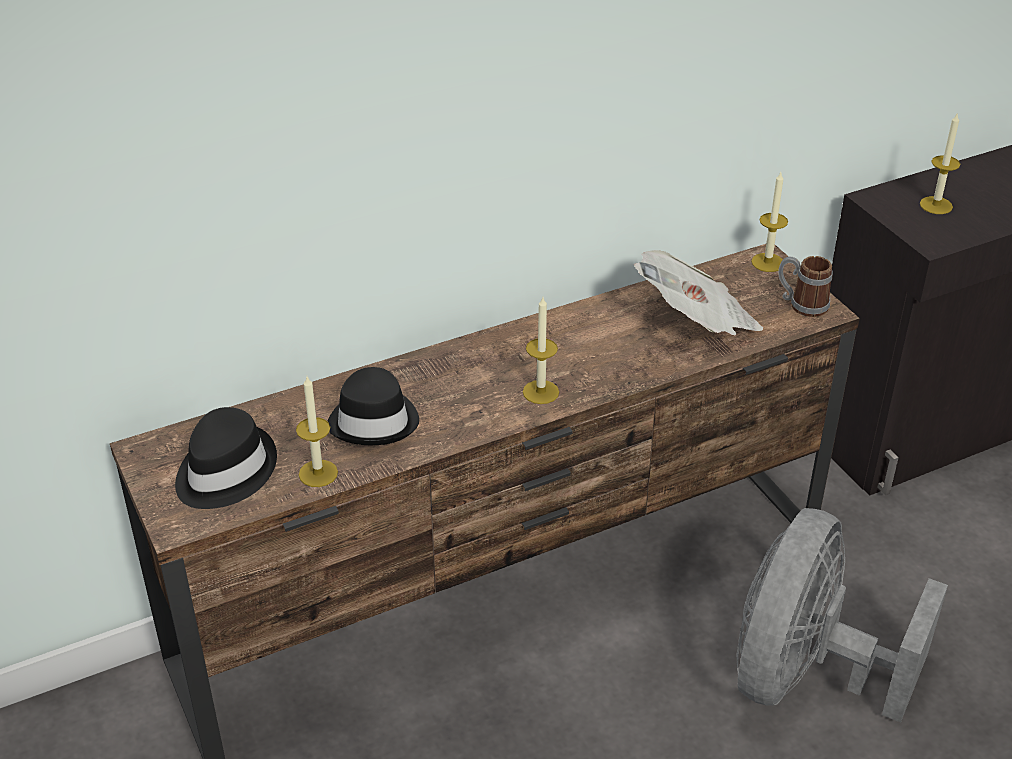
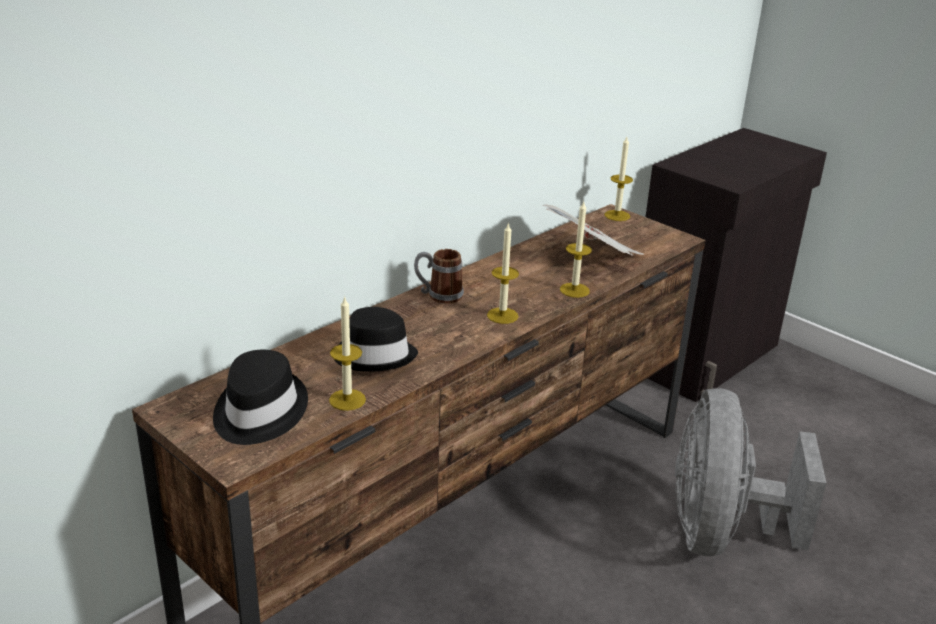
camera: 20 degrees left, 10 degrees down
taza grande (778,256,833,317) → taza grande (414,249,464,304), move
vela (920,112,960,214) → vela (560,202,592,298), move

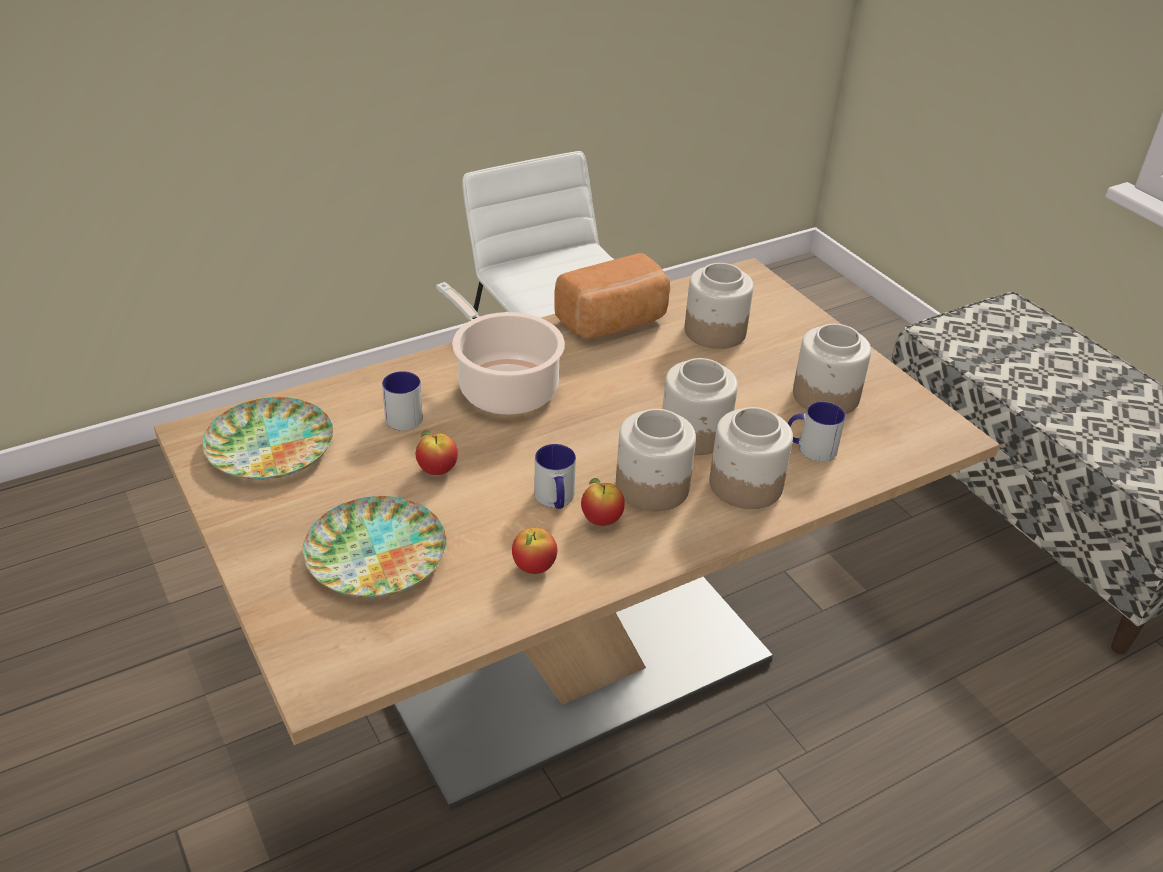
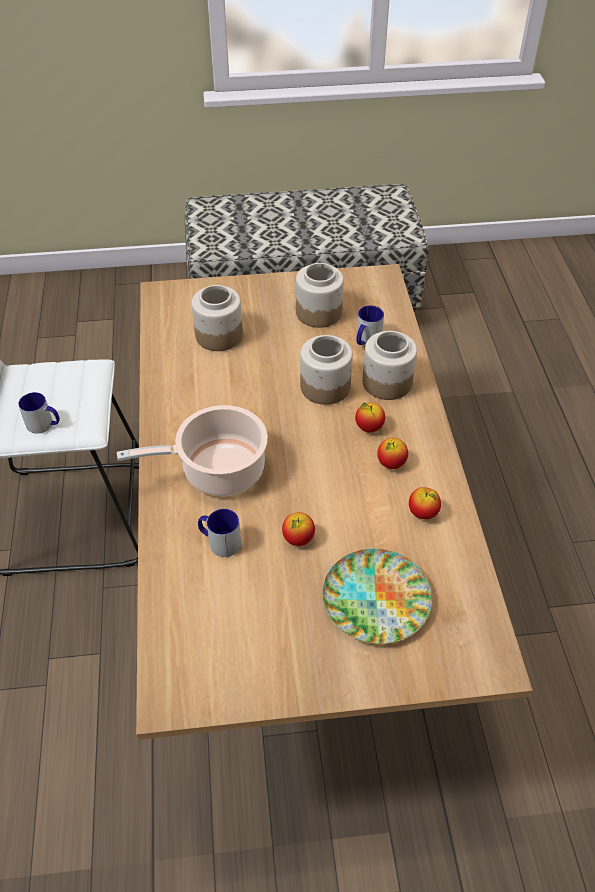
camera: 65 degrees left, 10 degrees up
plato (202,397,333,480) → -
taza grande (534,444,576,509) → taza grande (18,392,60,434), move
pan (554,253,670,339) → -
tarro (616,409,696,511) → manzana (355,402,385,432)

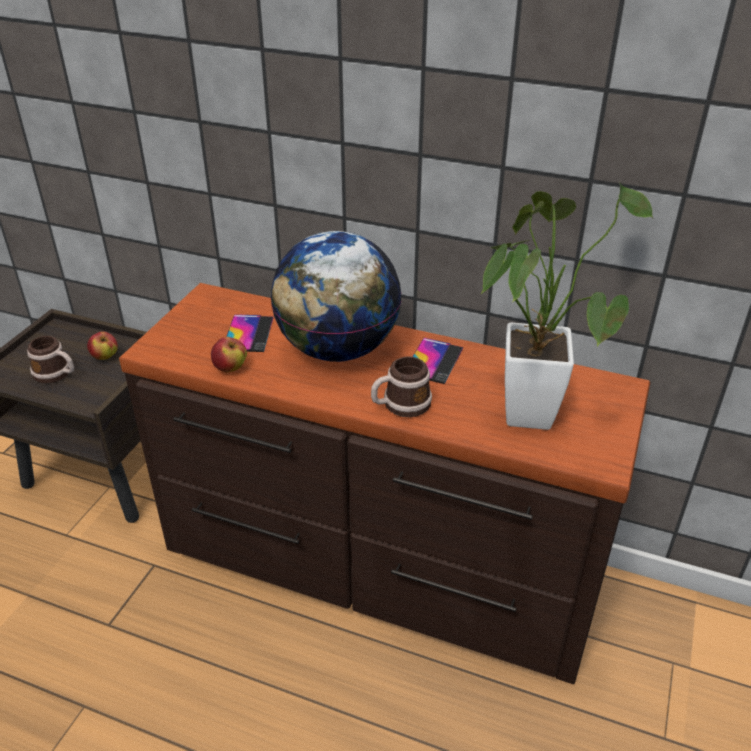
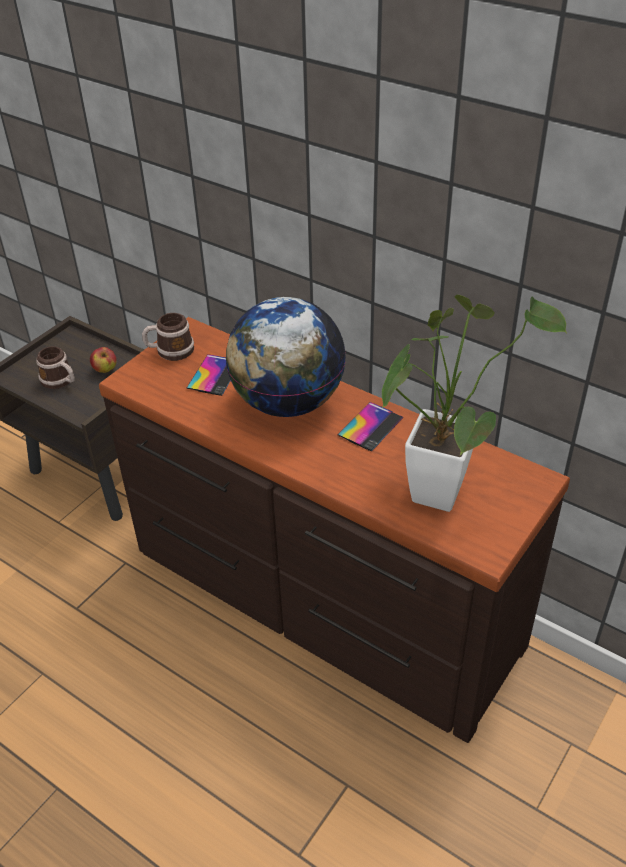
camera: 15 degrees right, 5 degrees up
manzana (211,337,247,372) → -
taza grande (371,356,432,417) → taza grande (142,313,194,361), move

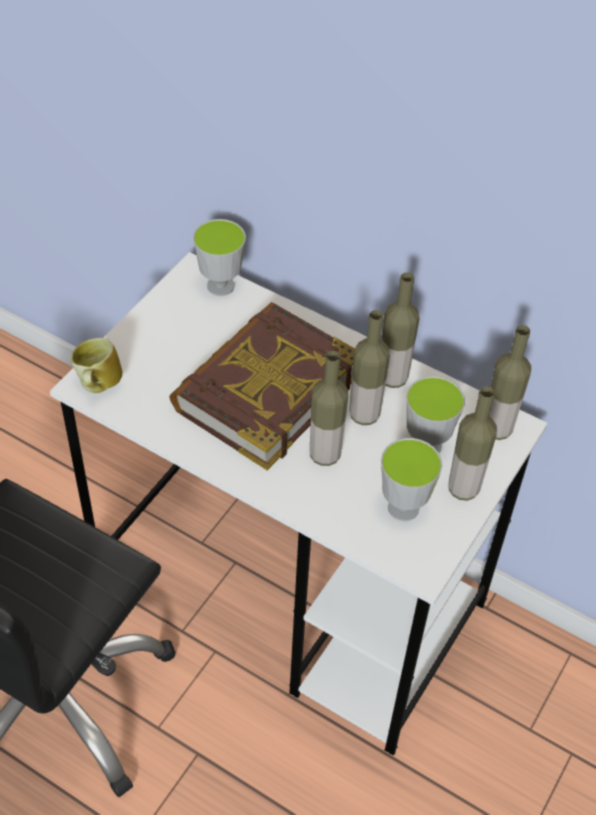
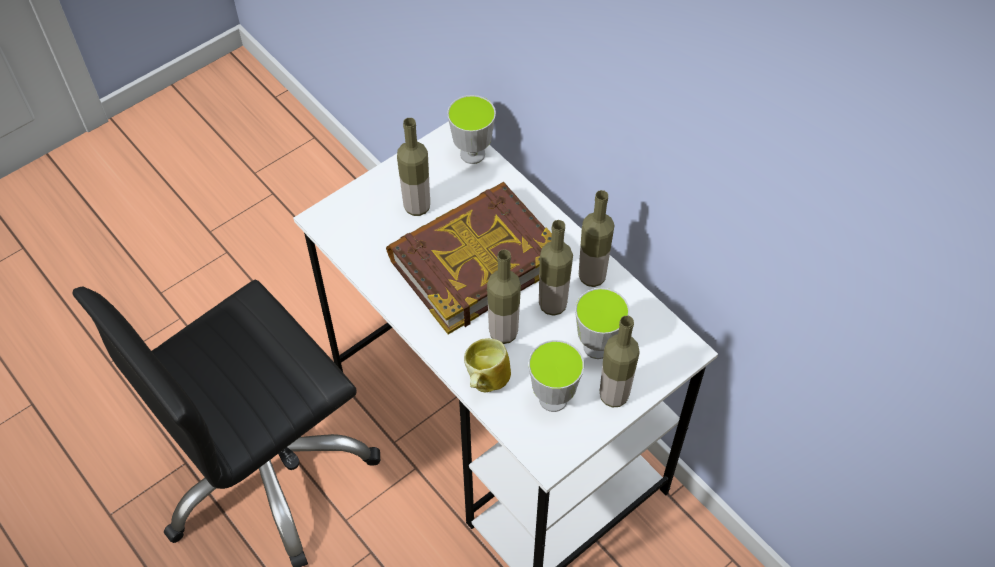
camera: 20 degrees right, 5 degrees up
taza grande (71,338,122,393) → taza grande (464,338,511,392), move
botella (489,325,531,440) → botella (397,118,430,216), move

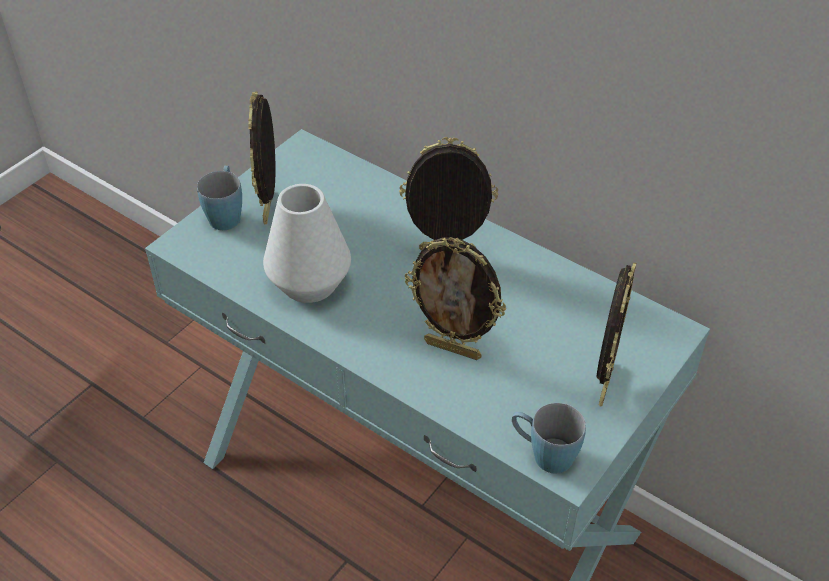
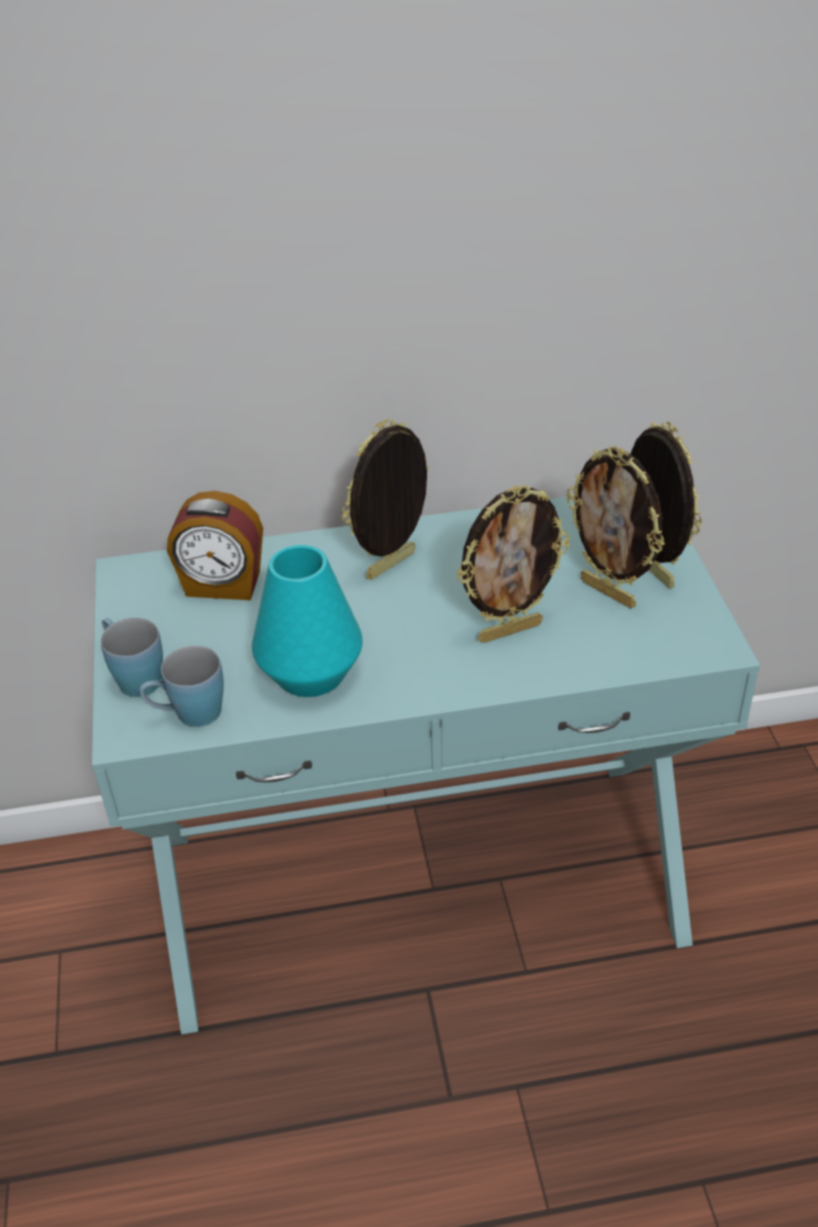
camera: 45 degrees left, 5 degrees down
portarretratos (248,92,276,224) → portarretratos (567,446,665,608), move
florero (blanco) (263,184,351,303) → florero (turquesa) (252,545,363,697)
taza grande (azul) (512,403,586,473) → taza grande (azul) (139,645,224,727), move
- → despertador (167,491,263,600)

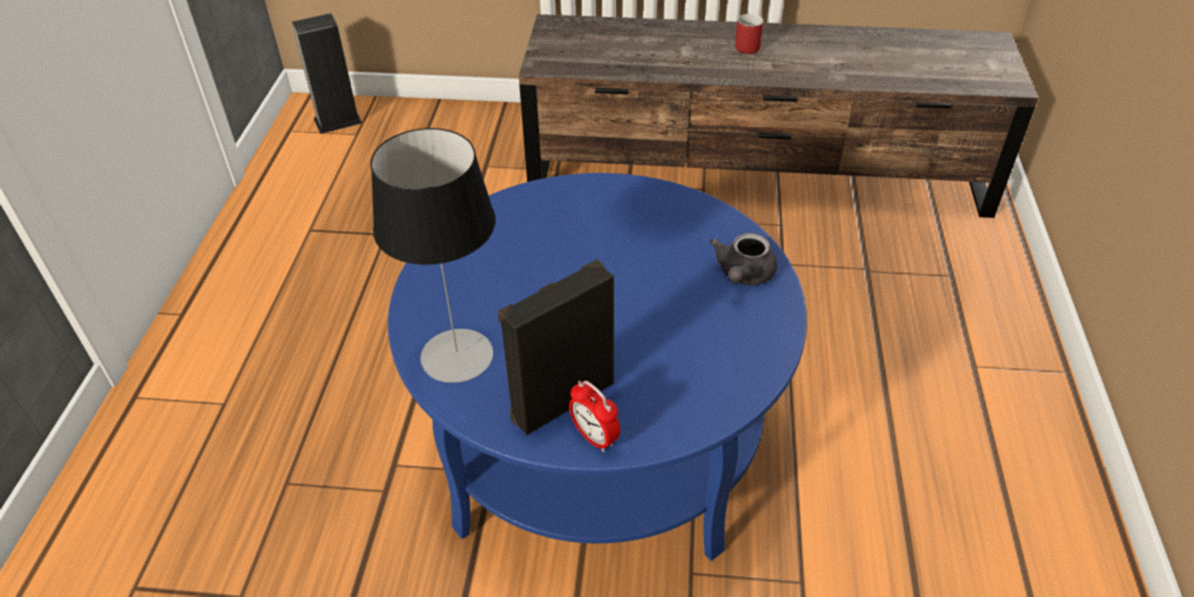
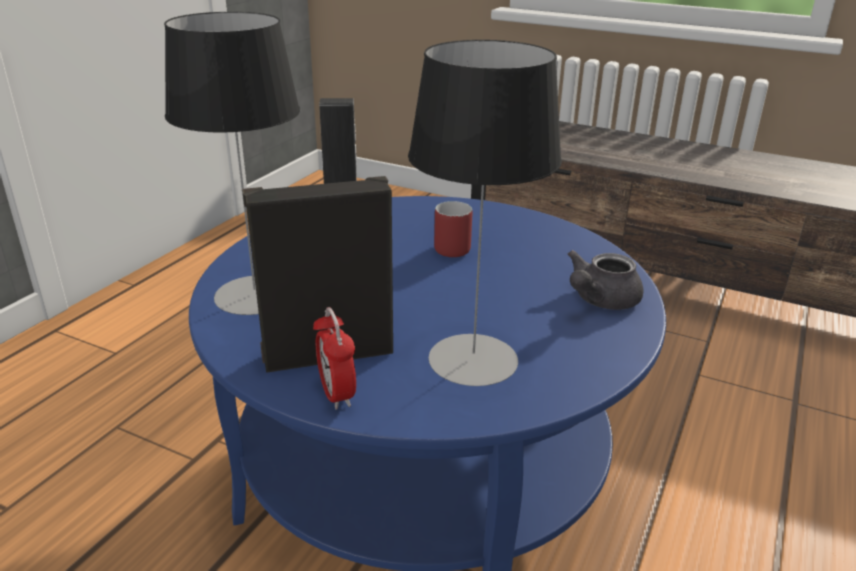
camera: 20 degrees right, 15 degrees down
taza grande (rojo) (735,14,763,54) → taza grande (rojo) (434,201,472,257), move
- → lámpara de mesa (408,40,562,386)

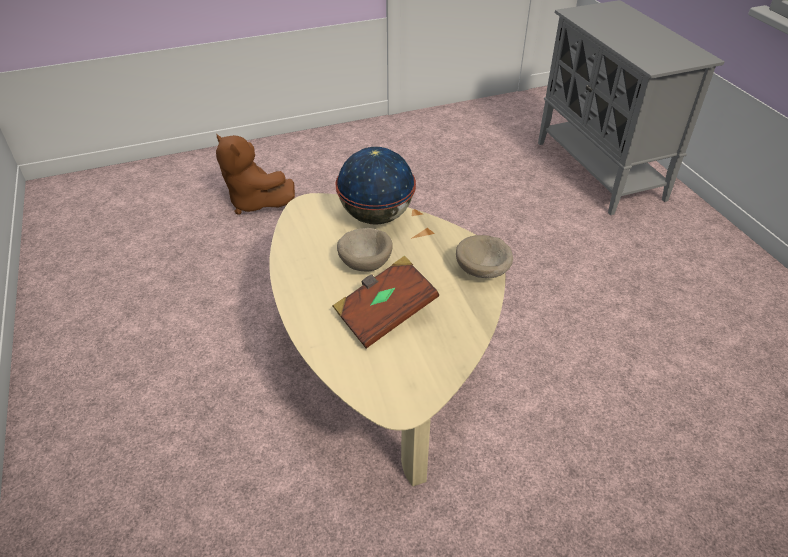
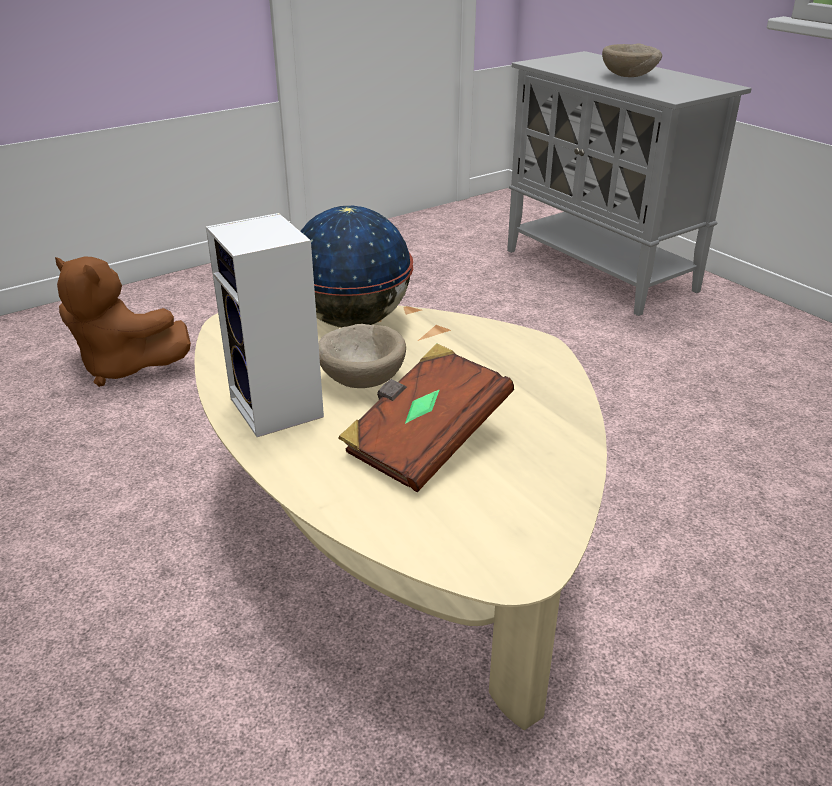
camera: 15 degrees left, 10 degrees down
cuenco (beis) (456,235,513,278) → cuenco (beis) (602,44,662,77), move
- → altavoz (206,213,324,437)

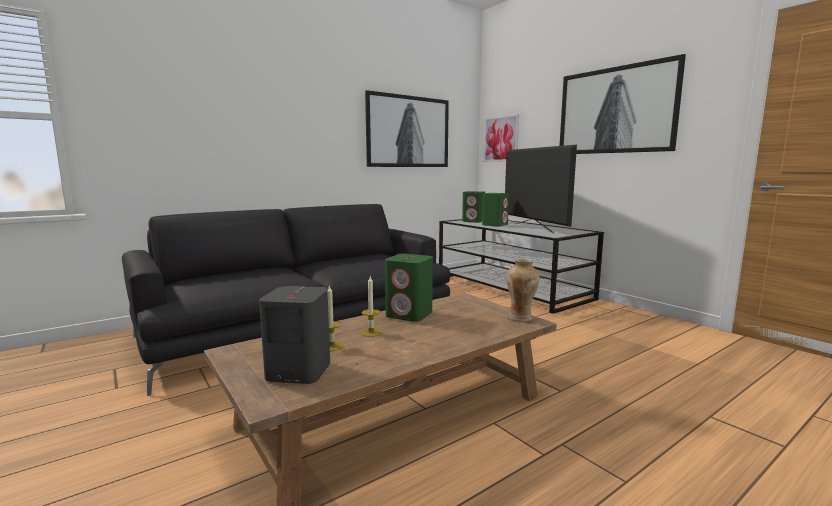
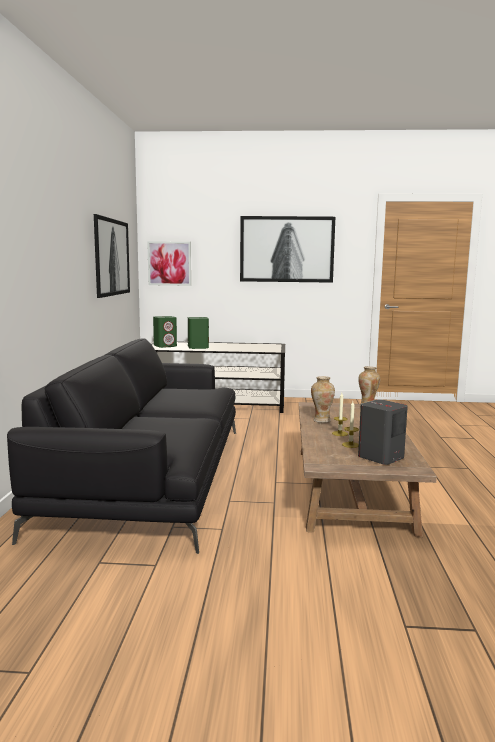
camera: 50 degrees left, 0 degrees up
altavoz (verde) (385,254,433,322) → florero (311,376,335,423)
televisor (505,145,577,234) → -

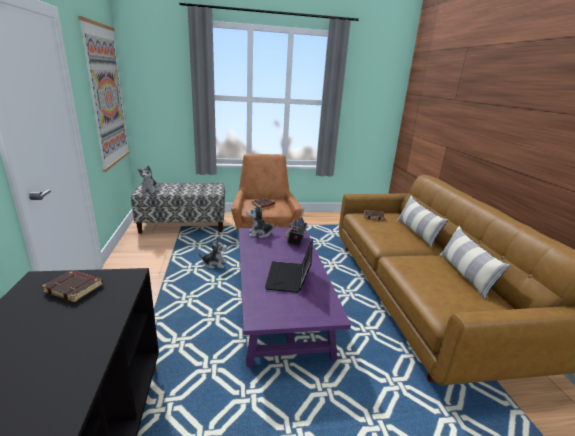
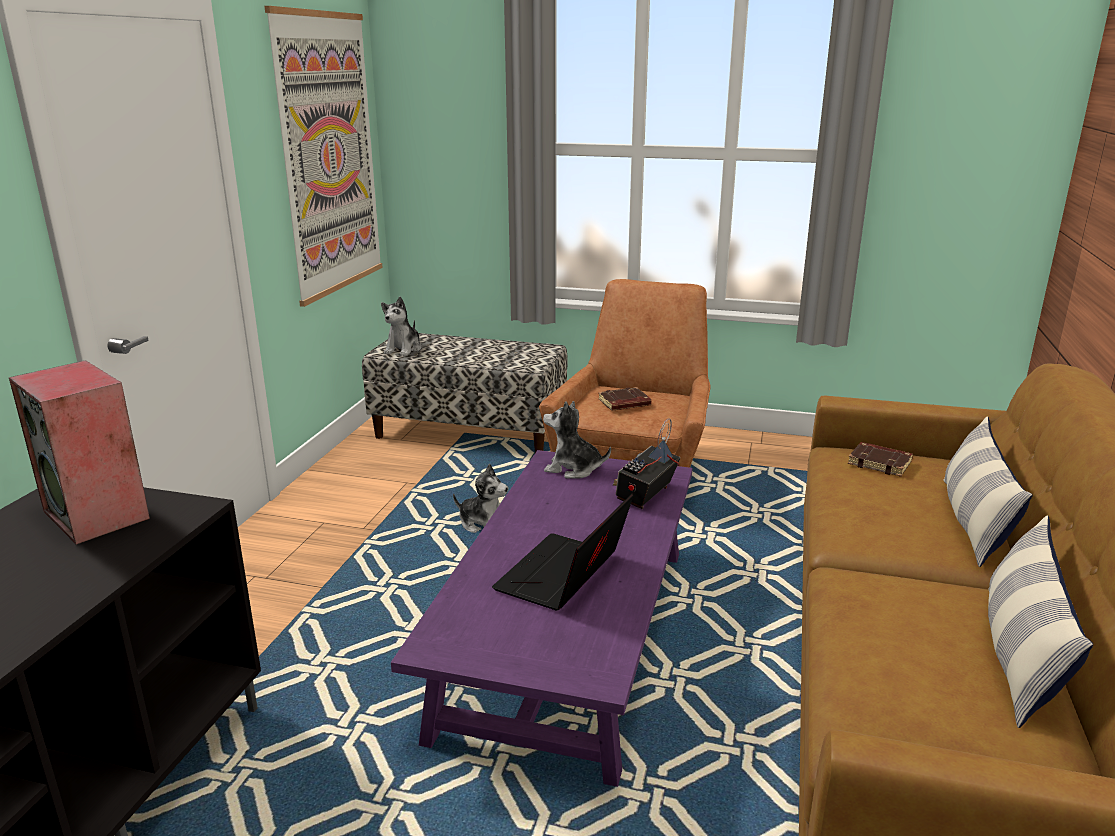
camera: 25 degrees right, 0 degrees up
libro (marrón) (42,270,103,302) → altavoz (9,360,150,545)

